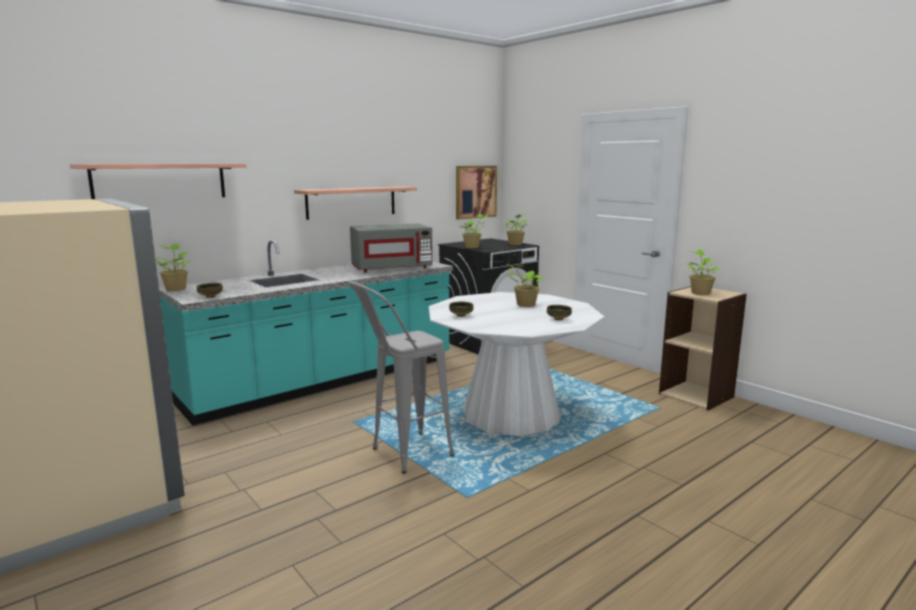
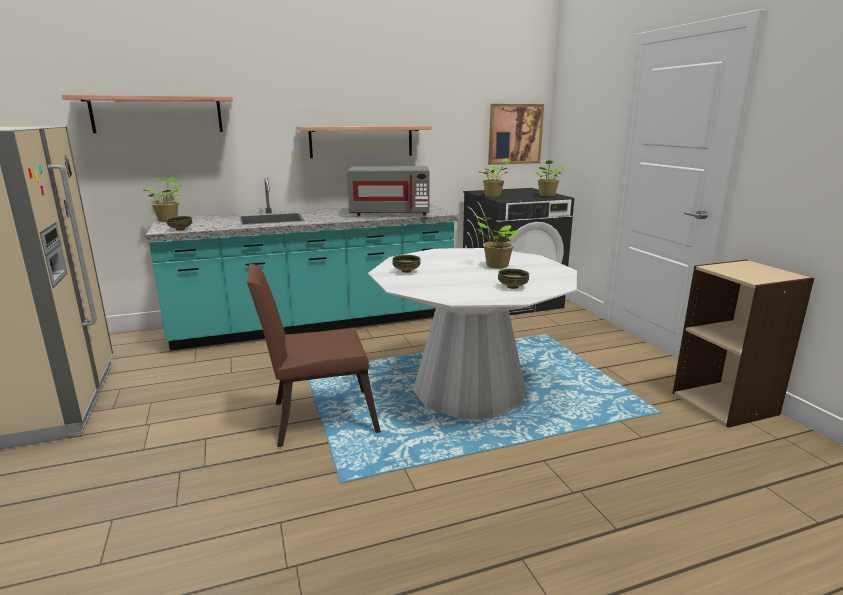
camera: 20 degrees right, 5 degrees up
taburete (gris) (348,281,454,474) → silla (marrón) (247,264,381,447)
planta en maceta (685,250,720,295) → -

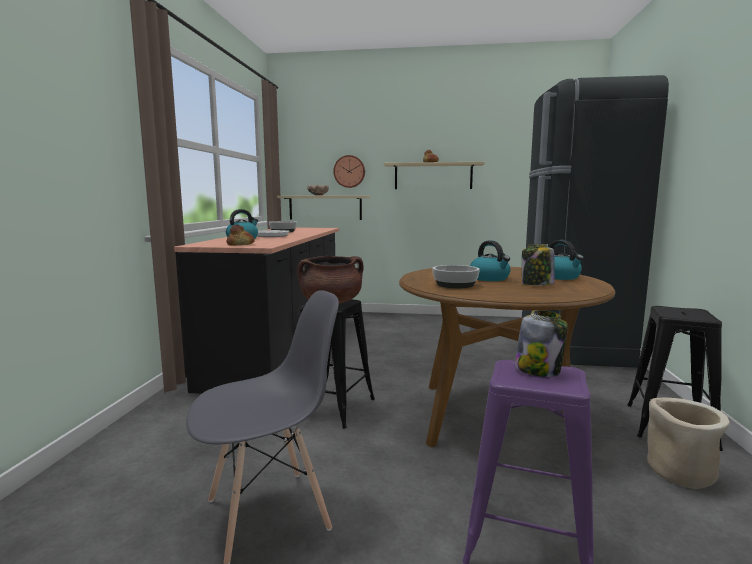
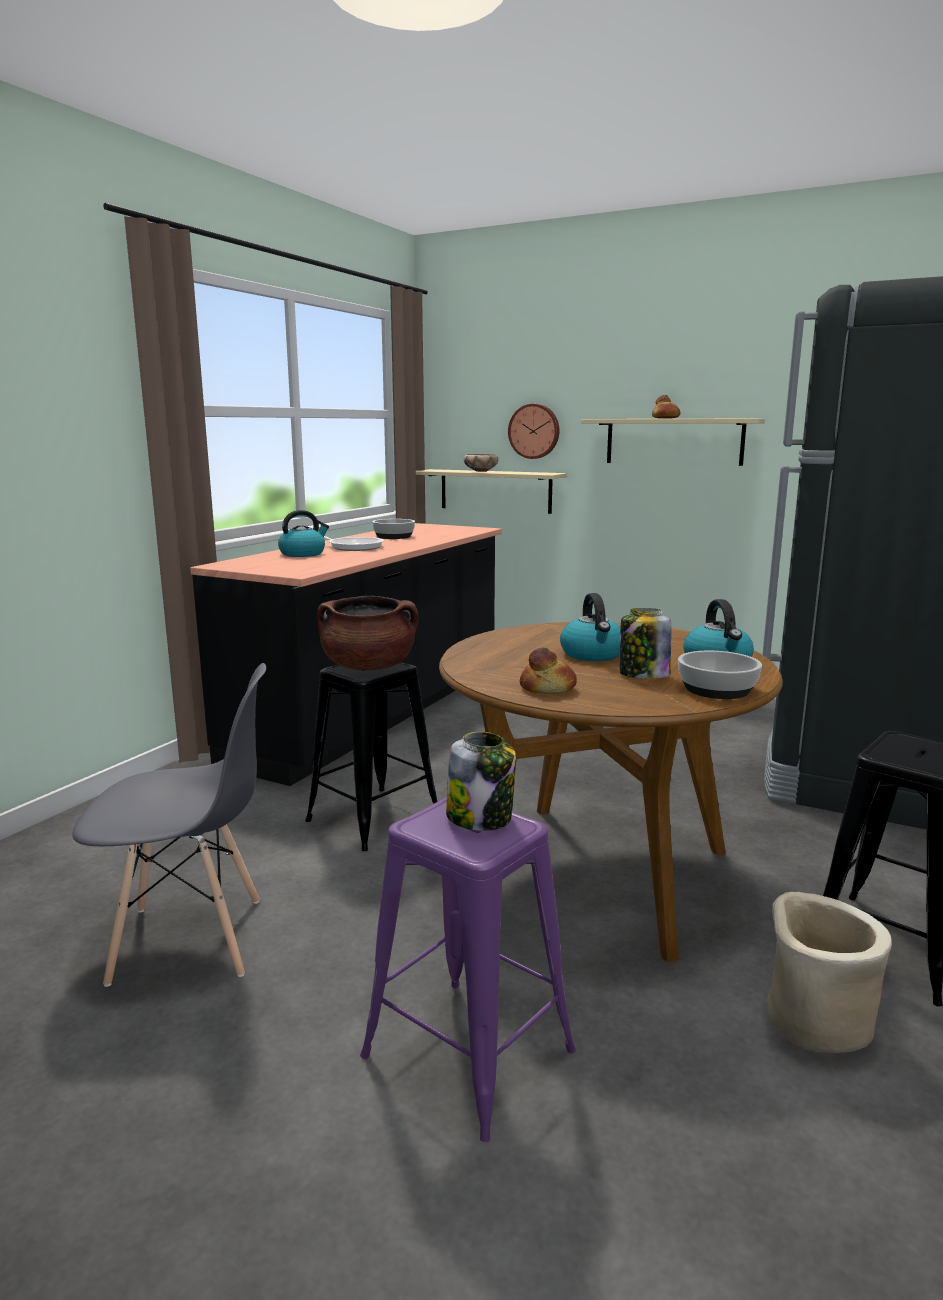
camera: 20 degrees right, 5 degrees up
pan (227,224,255,246) → pan (520,648,577,694), move
cuenco (432,265,480,288) → cuenco (678,651,762,699), move

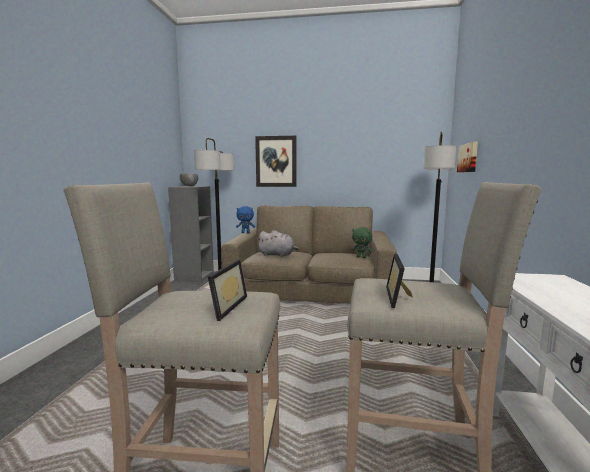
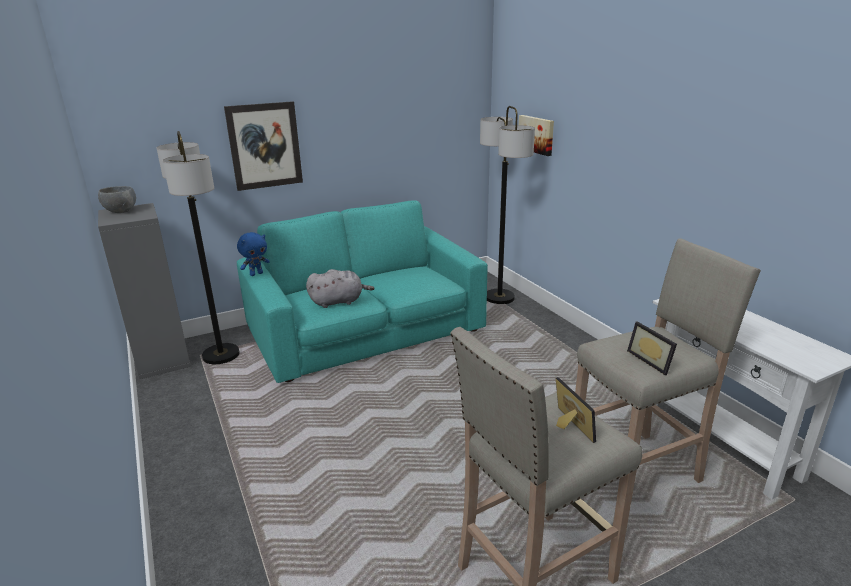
camera: 35 degrees left, 15 degrees up
sofá (marrón) (221,206,397,304) → sofá (turquesa) (237,200,488,383)
peluche (verde) (351,227,373,258) → -

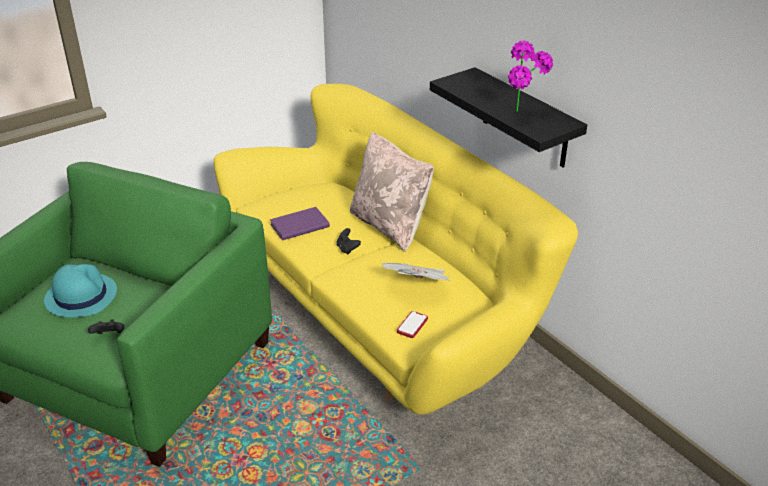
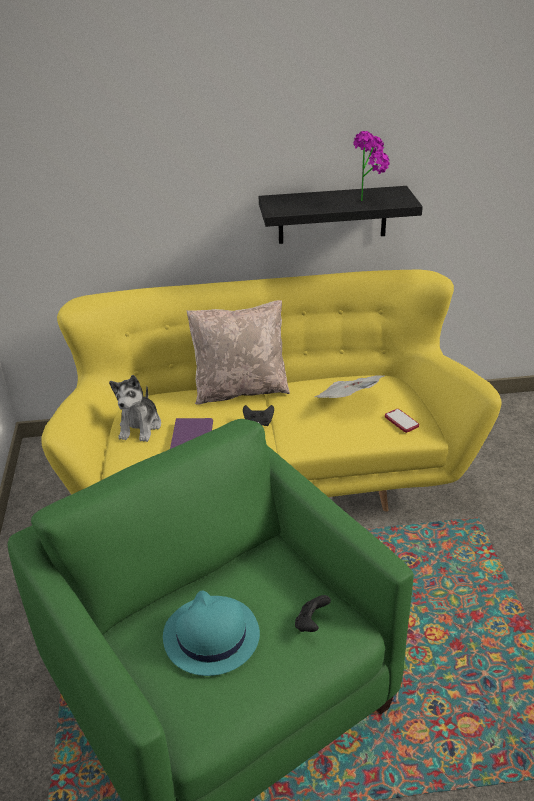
camera: 60 degrees left, 0 degrees up
- → peluche (109,375,161,442)

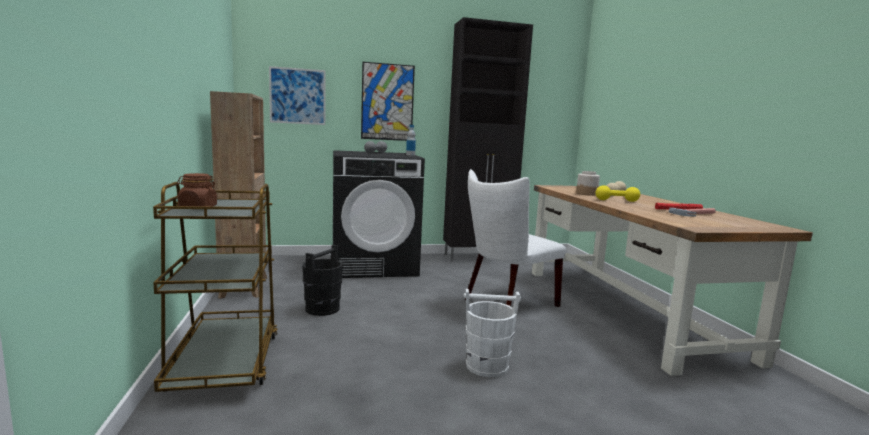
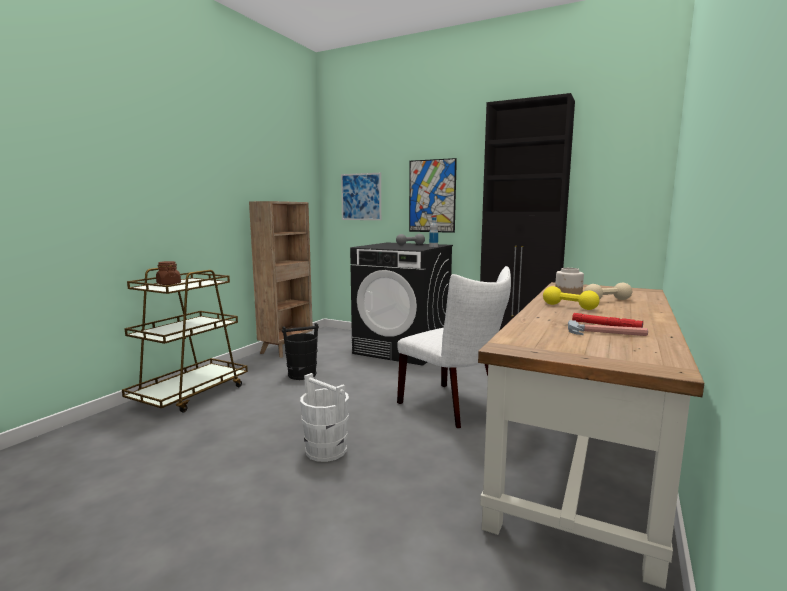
camera: 40 degrees right, 0 degrees up
silla (blanco) (465,169,566,307) → silla (blanco) (397,266,511,428), 135 degrees counterclockwise

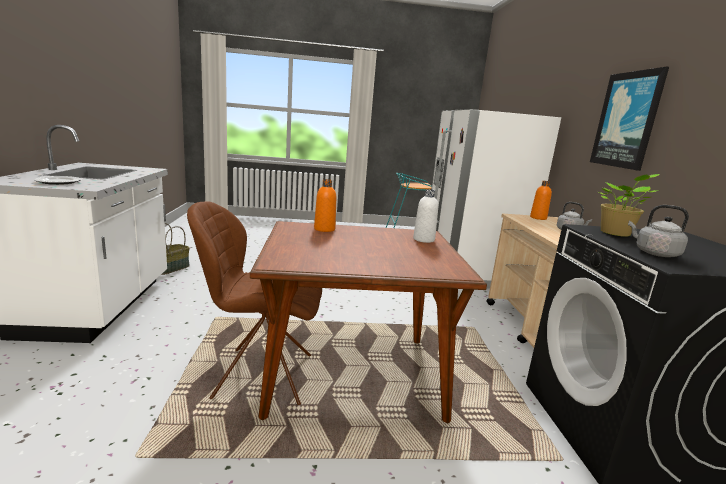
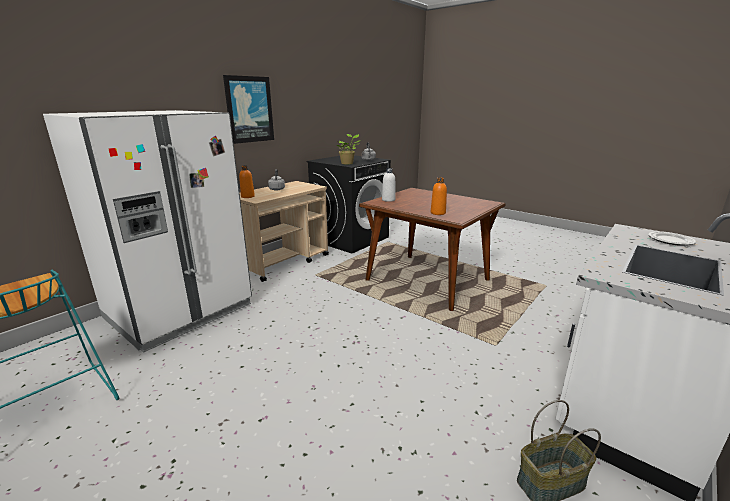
camera: 135 degrees left, 5 degrees up
silla (marrón) (187,201,322,405) → -

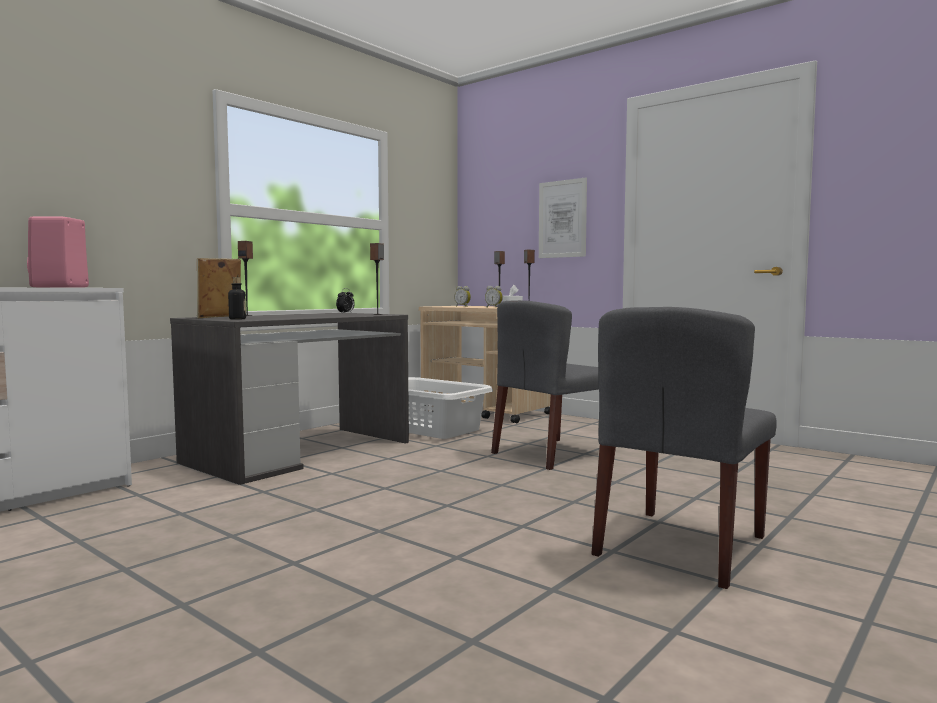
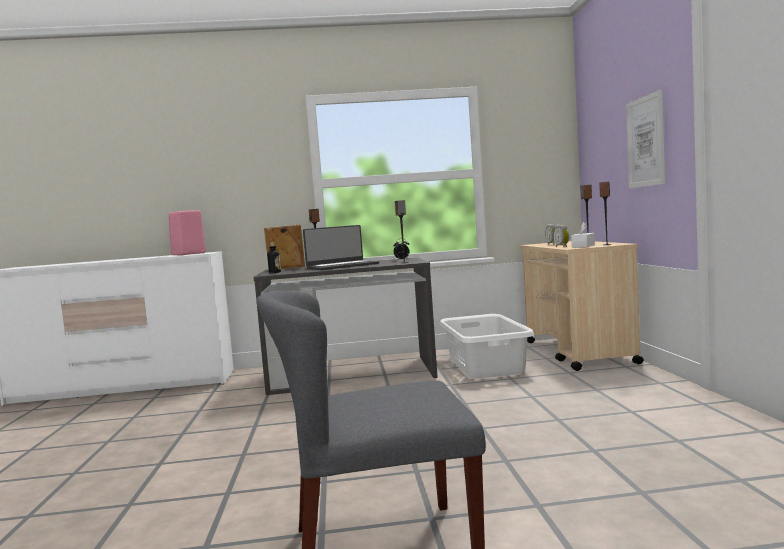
camera: 45 degrees right, 0 degrees up
silla (gris) (491,300,599,470) → -
- → portátil (303,225,379,270)

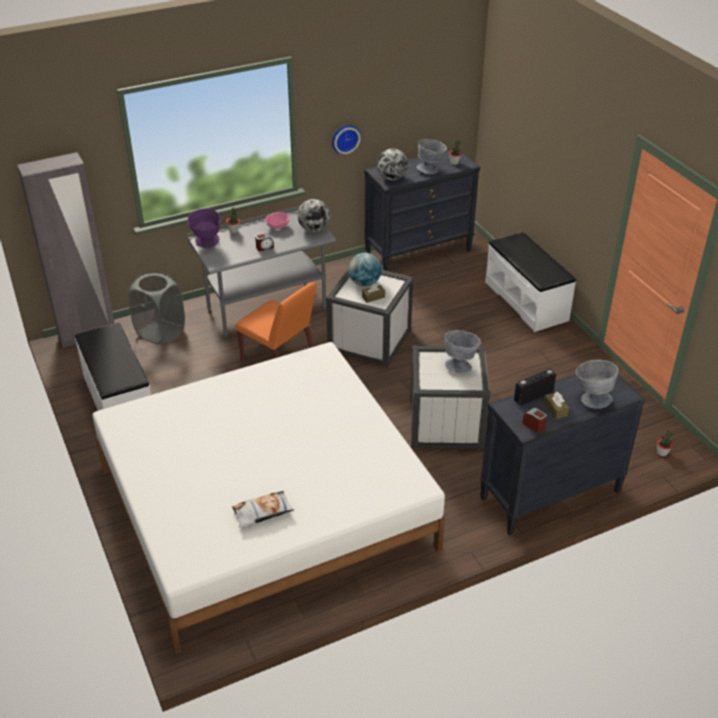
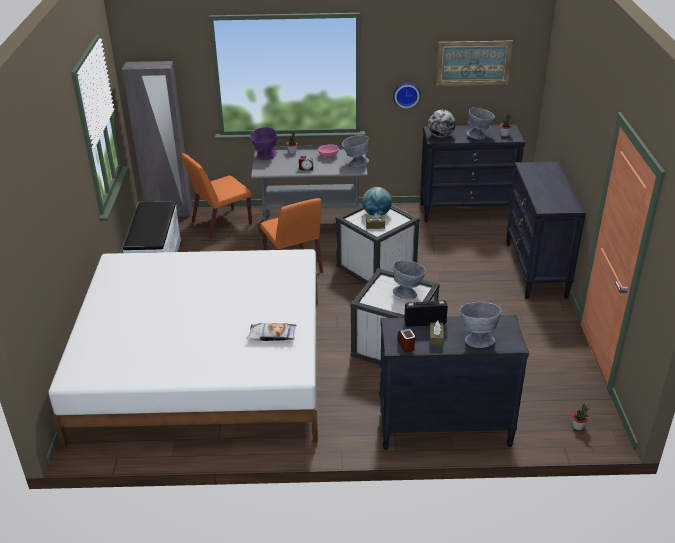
camera: 25 degrees right, 5 degrees down
cesto de la ropa (gris) (128,272,185,345) → silla (naranja) (181,153,252,239)
cojín (232,491,294,527) → cojín (246,323,296,341), move
globo terráqueo (297,199,330,232) → cuenco (gris) (342,135,369,167)
banco (blanco) (485,232,576,332) → cómoda (negro) (506,161,586,299)
- → cuadro (436,41,513,86)

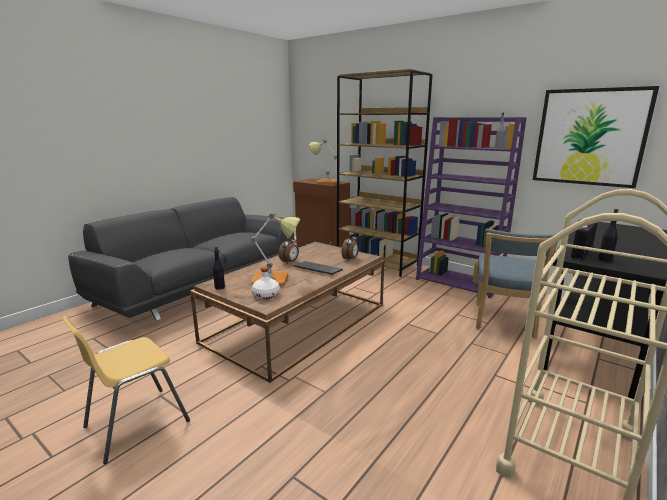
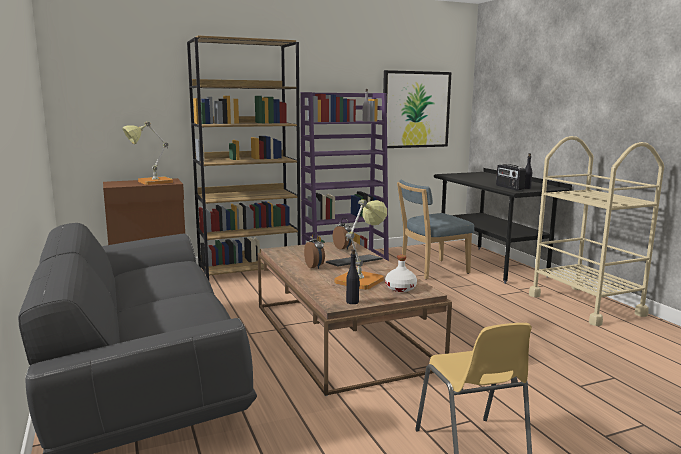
camera: 60 degrees left, 5 degrees down
silla (azul) (476,229,557,338) → silla (azul) (397,180,474,280), 105 degrees clockwise

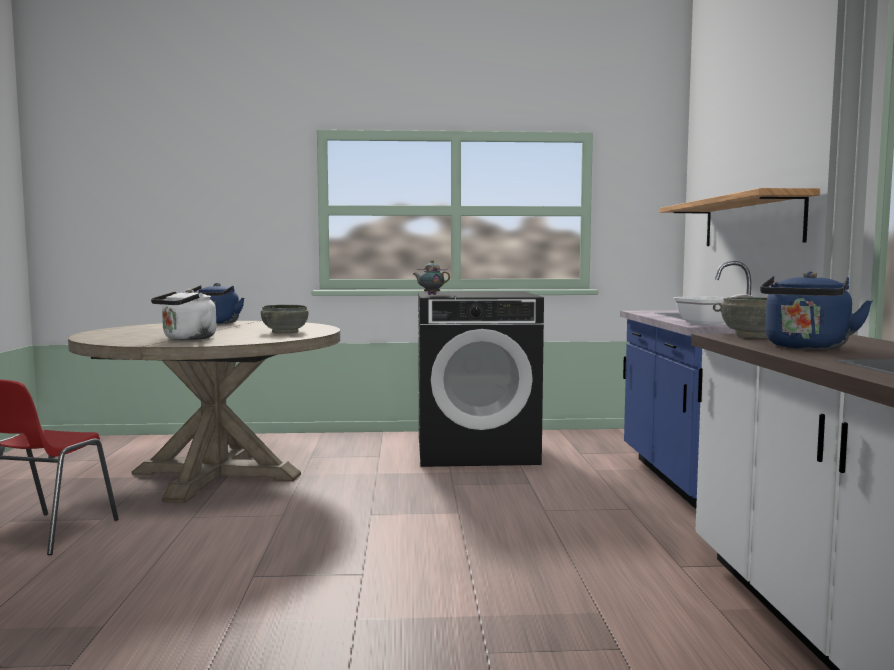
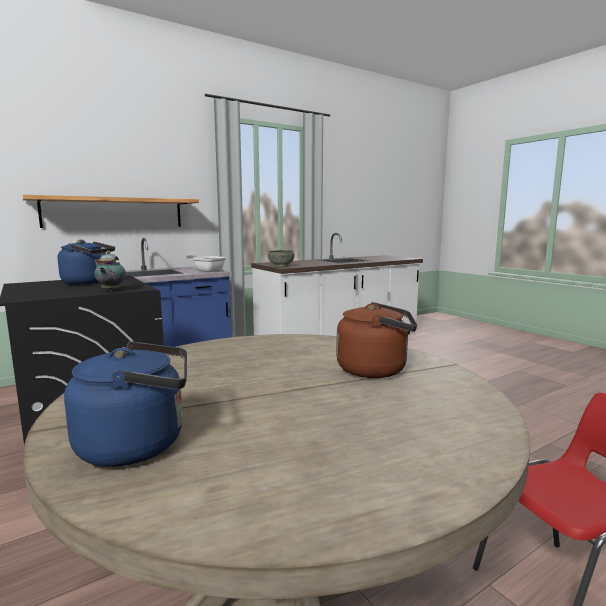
camera: 120 degrees left, 5 degrees up
hervidor (blanco) (151,289,216,340) → hervidor (marrón) (336,302,417,378)
cuenco (gris) (261,305,308,334) → -
hervidor (azul) (760,272,873,349) → hervidor (azul) (58,240,115,285), move

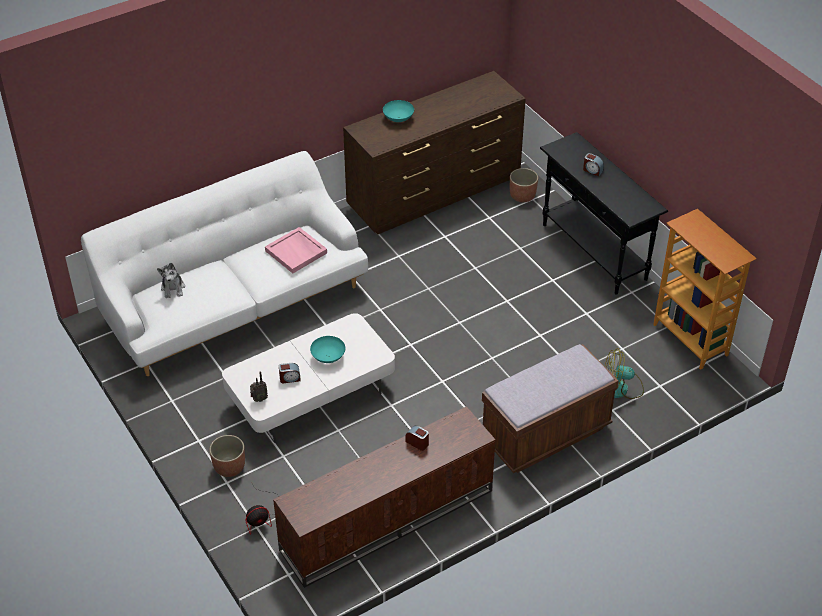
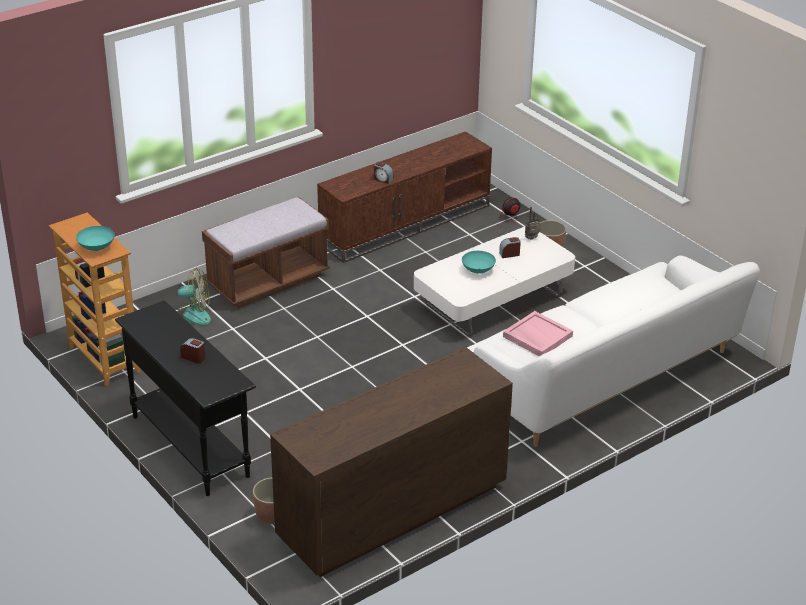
camera: 175 degrees right, 10 degrees down
peluche (157,263,185,298) → -
cuenco (turquesa) (383,100,414,122) → cuenco (turquesa) (76,226,115,251), move

